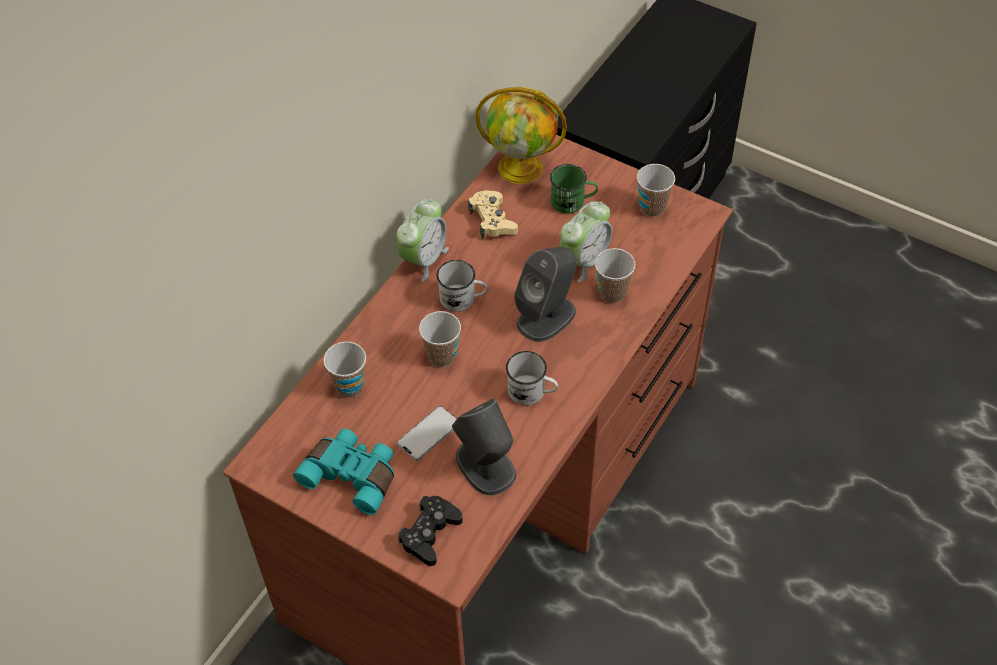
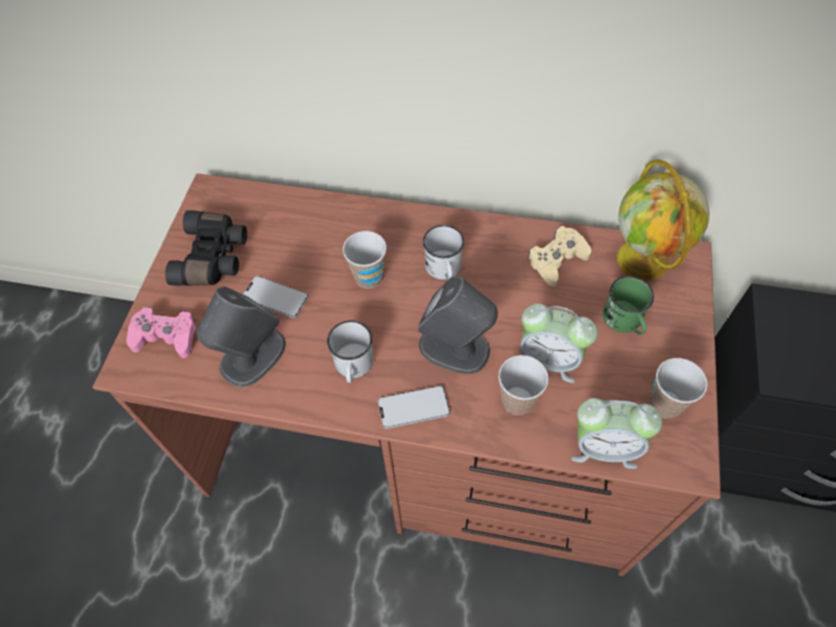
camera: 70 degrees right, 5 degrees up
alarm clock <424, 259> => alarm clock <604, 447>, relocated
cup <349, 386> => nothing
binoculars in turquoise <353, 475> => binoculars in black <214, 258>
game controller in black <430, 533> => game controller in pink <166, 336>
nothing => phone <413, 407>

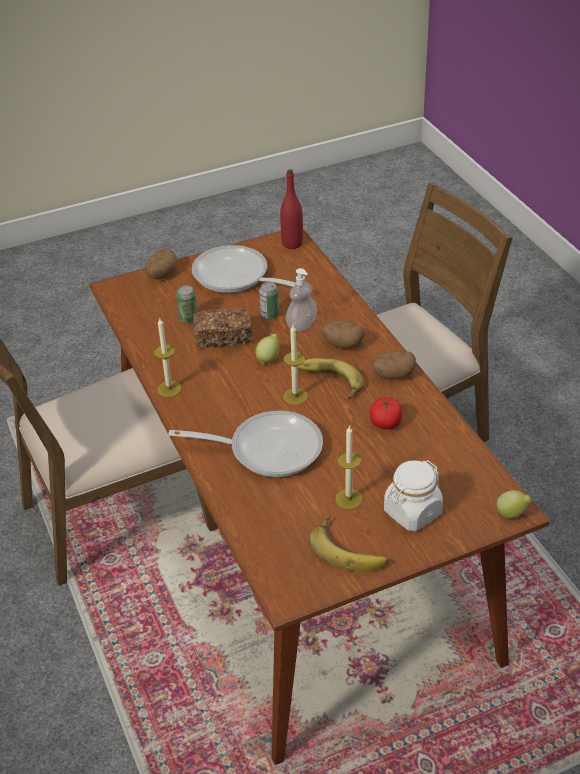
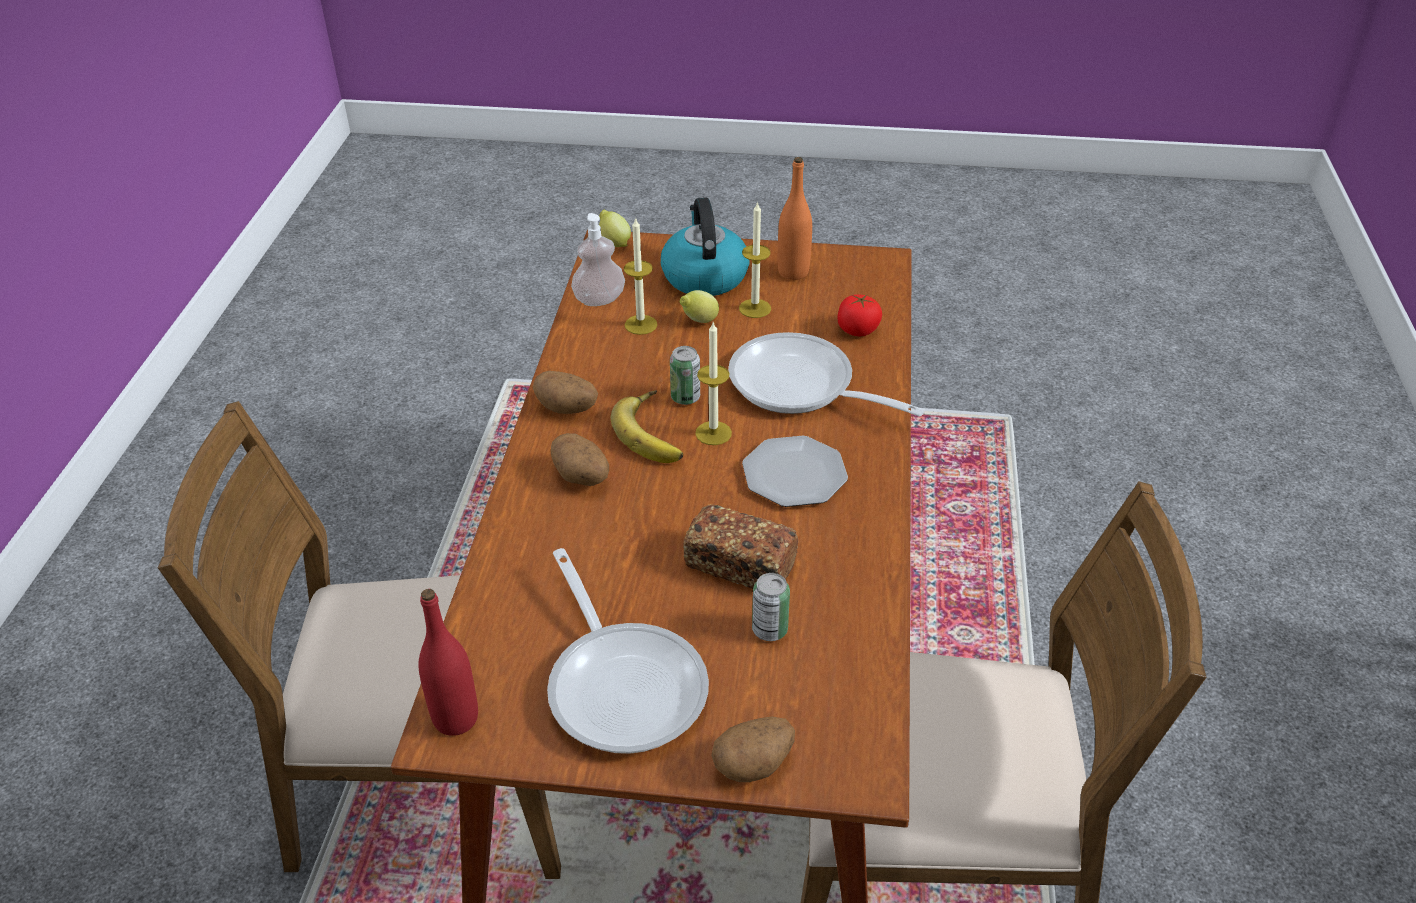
camera: 150 degrees left, 0 degrees up
soap dispenser <301, 325> => soap dispenser <599, 299>, relocated
can <270, 315> => can <685, 397>, relocated
candle <169, 389> => candle <641, 324>, relocated
lemon <269, 359> => lemon <699, 321>, relocated
tomato <385, 423> => tomato <857, 330>, relocated
jar in white <412, 512> => kettle <704, 276>
banana <349, 548> => bottle in orange <793, 272>
nothing => plate <793, 474>

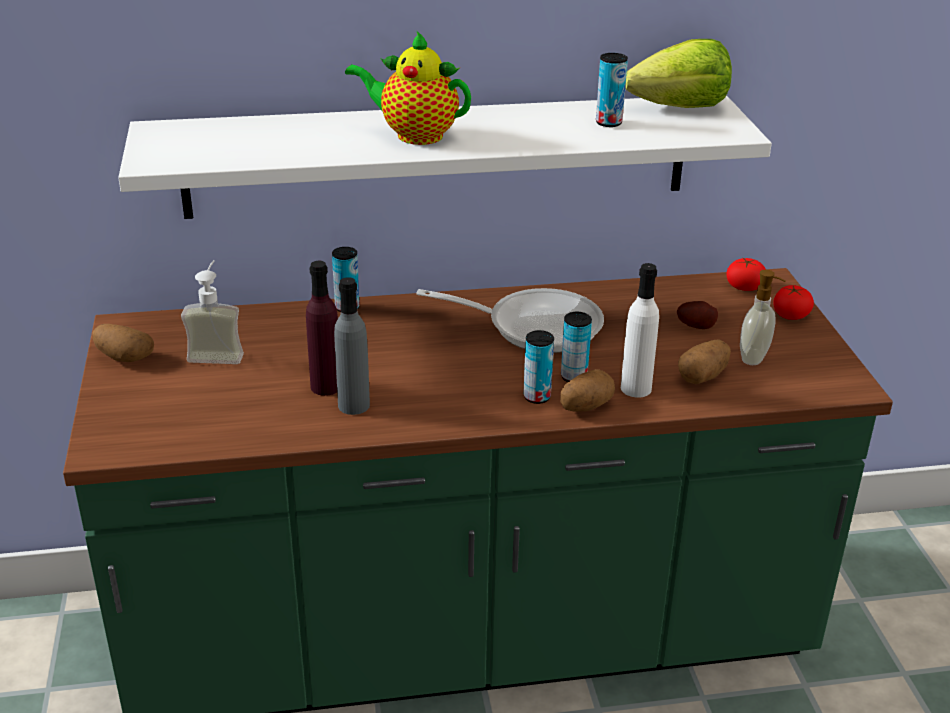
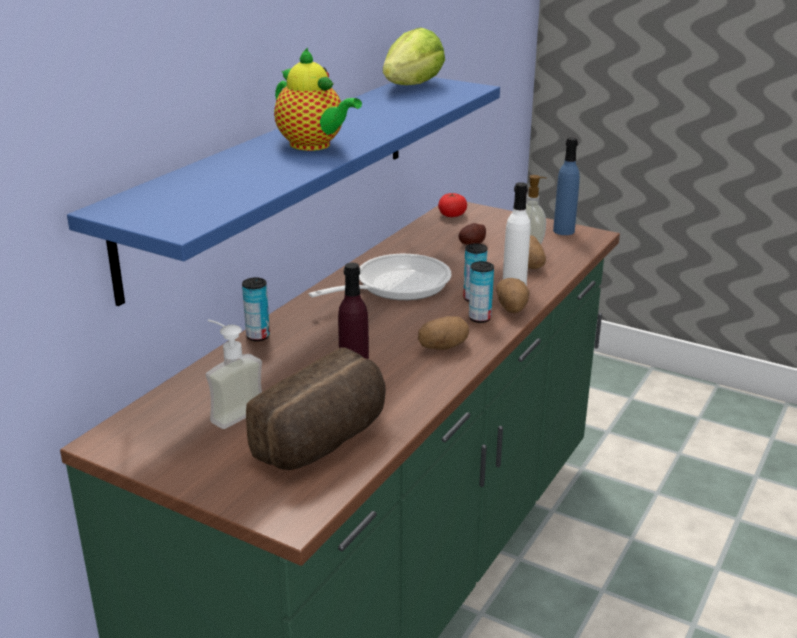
camera: 50 degrees left, 5 degrees down
teapot <414, 135> => teapot <313, 146>, 105 degrees counterclockwise
can <608, 123> => nothing
shelf in white <438, 156> => shelf in blue <278, 174>
bottle in grey <354, 405> => nothing
tomato <790, 315> => nothing
potato <123, 357> => potato <443, 347>, relocated
nothing => bottle in blue <563, 231>
nothing => bread <325, 441>

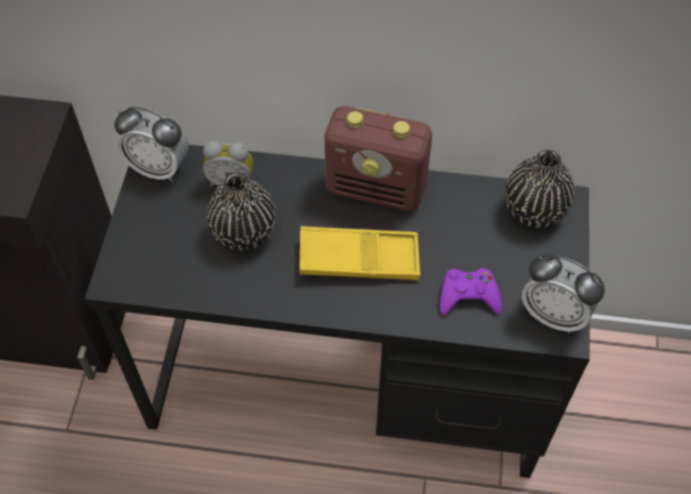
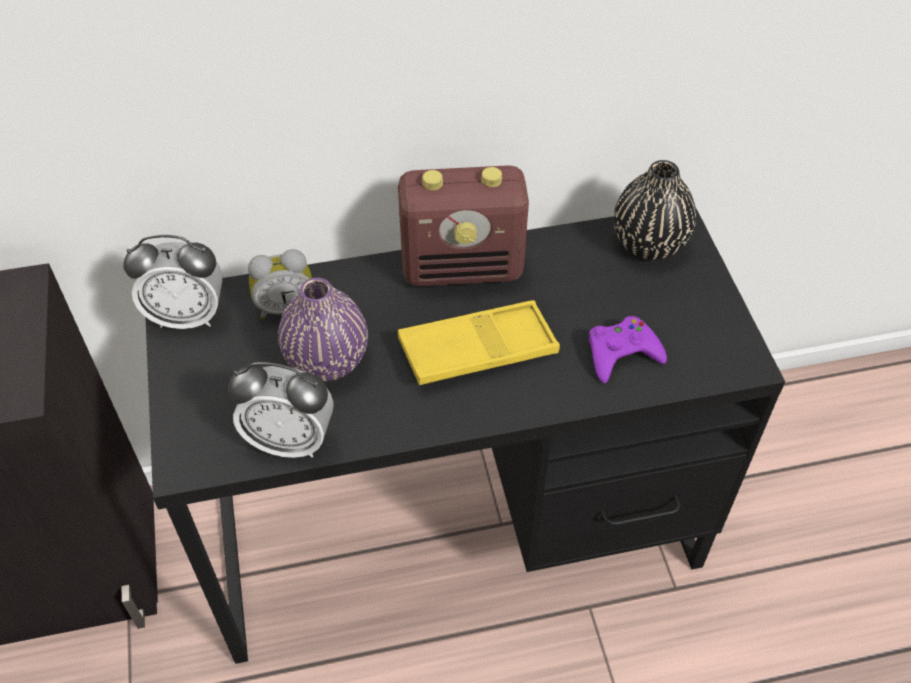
camera: 20 degrees left, 5 degrees down
vase in black <244, 233> => vase in purple <327, 360>
alarm clock <554, 314> => alarm clock <290, 440>, relocated

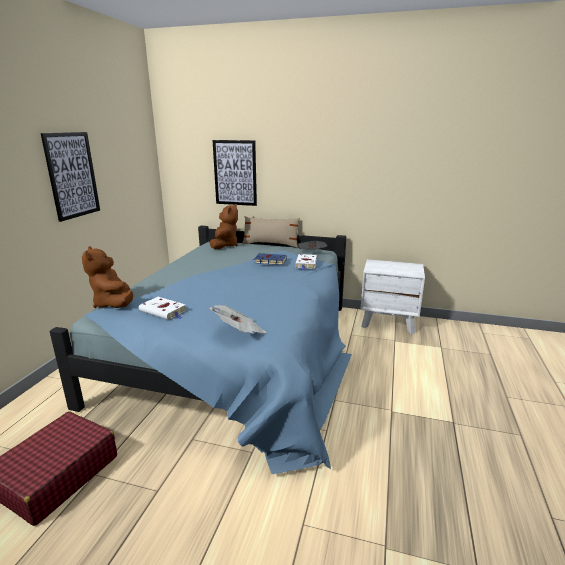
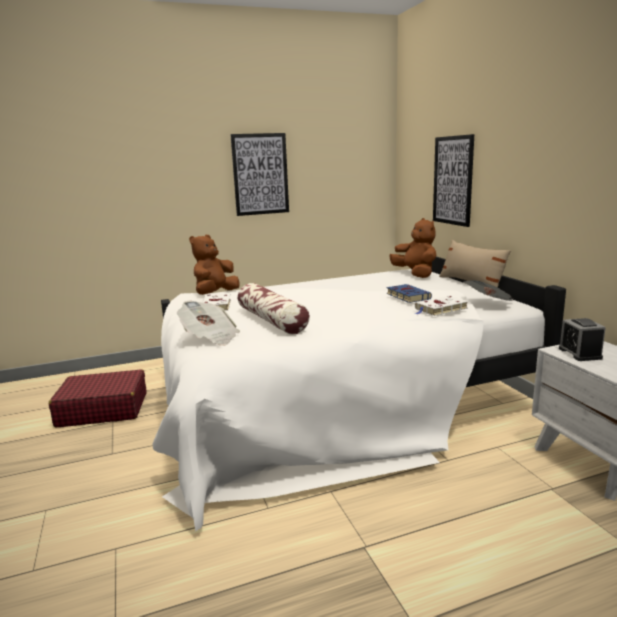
camera: 55 degrees right, 5 degrees down
plush toy in brown <225, 245> => plush toy in brown <415, 274>, 90 degrees counterclockwise
bed in blue <240, 353> => bed in white <337, 400>
nothing => pillow <272, 320>
nothing => alarm clock <579, 353>

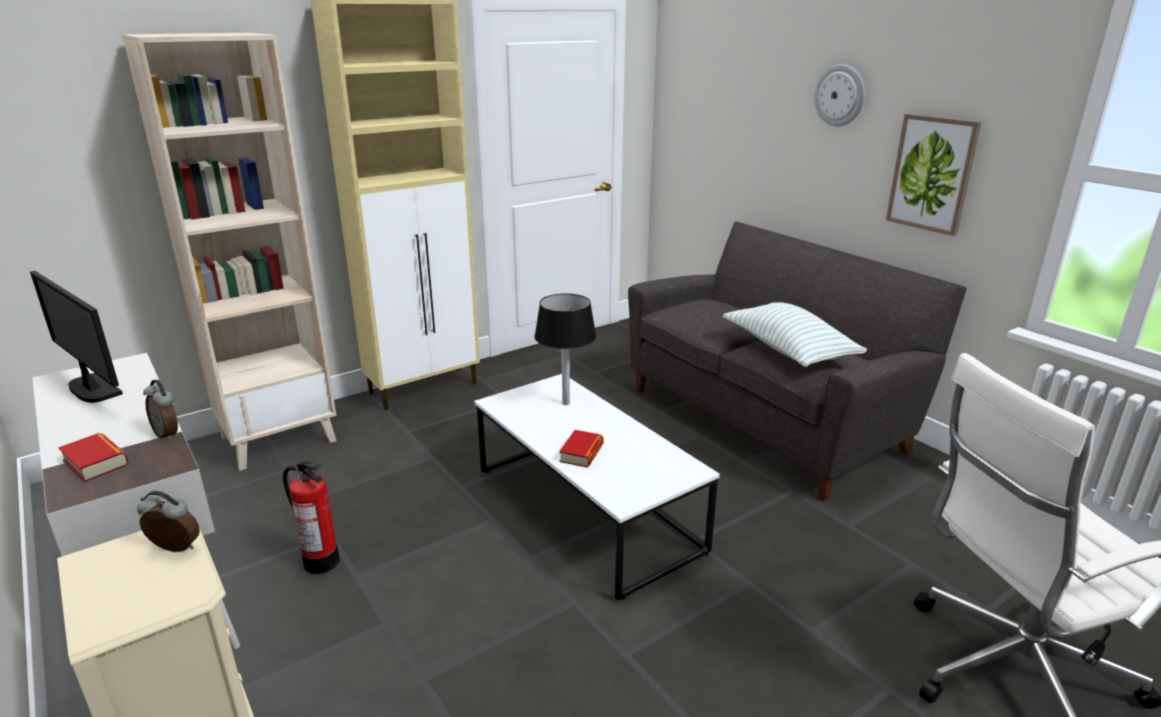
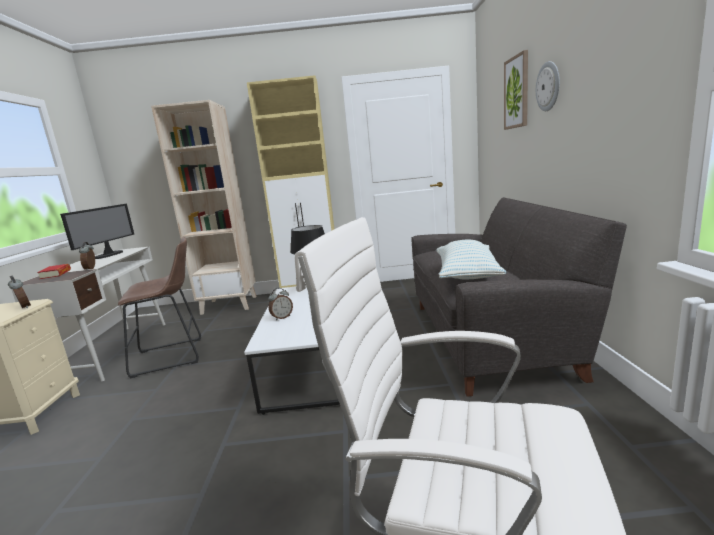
camera: 35 degrees right, 10 degrees down
picture <932, 173> => picture <517, 92>, relocated
monitor <92, 389> => monitor <109, 255>, 150 degrees counterclockwise
book <581, 453> => alarm clock <282, 317>
fire extinguisher <321, 562> => stool in brown <173, 356>

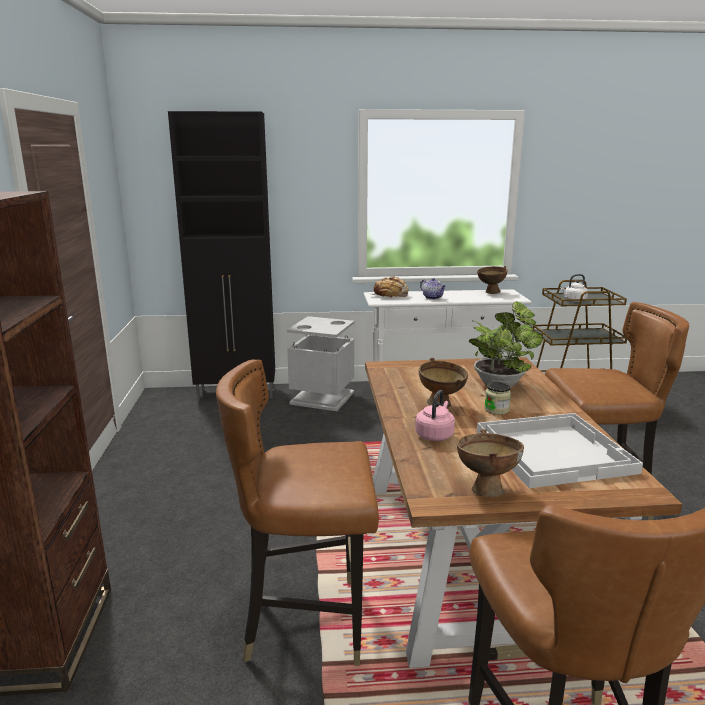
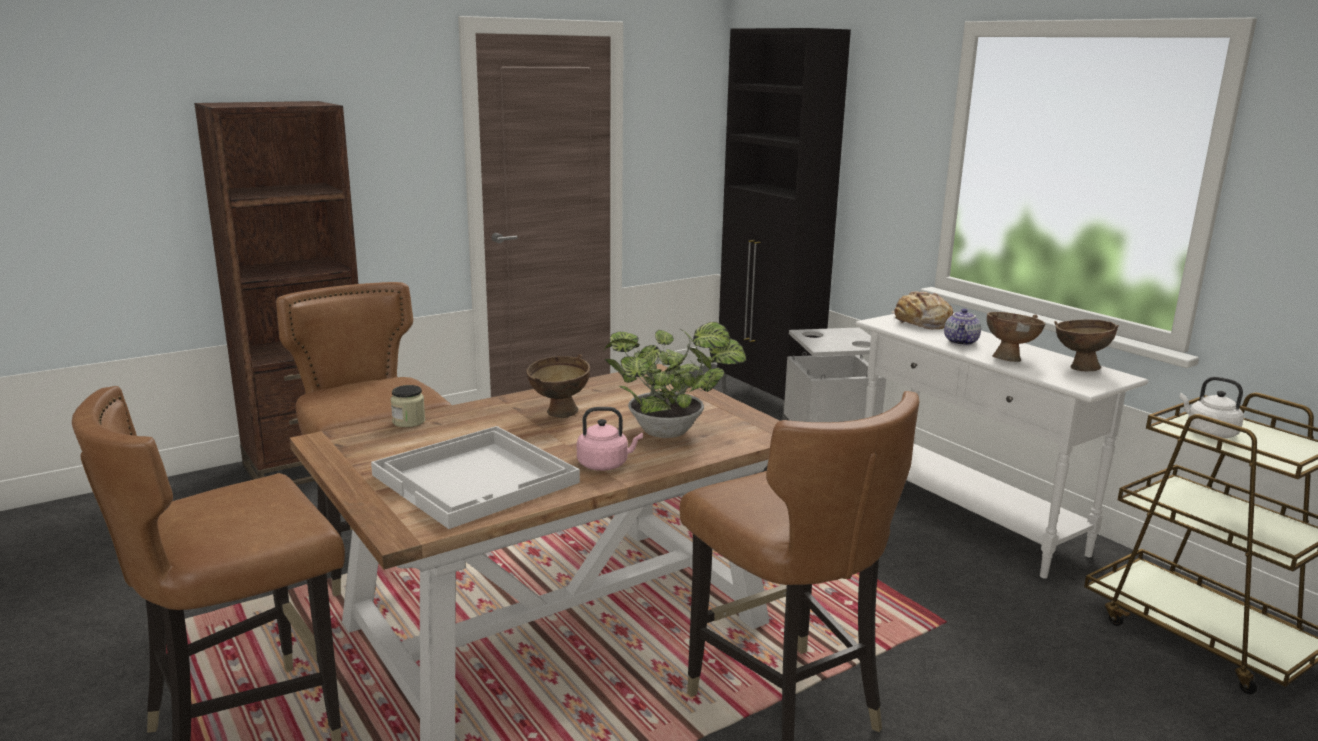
camera: 60 degrees right, 0 degrees up
jar <496, 410> => jar <409, 421>, relocated
kettle in pink <435, 435> => kettle in pink <605, 465>, relocated
bowl in brown <486, 487> => bowl in brown <1010, 358>, relocated

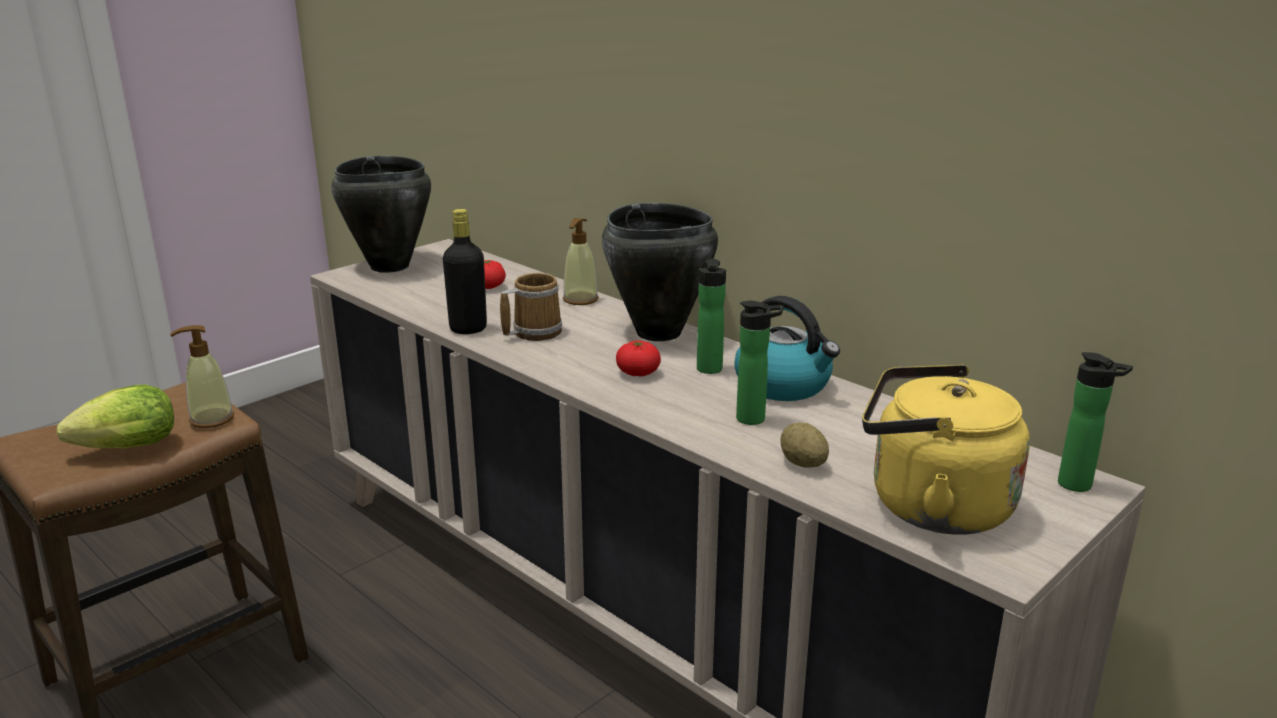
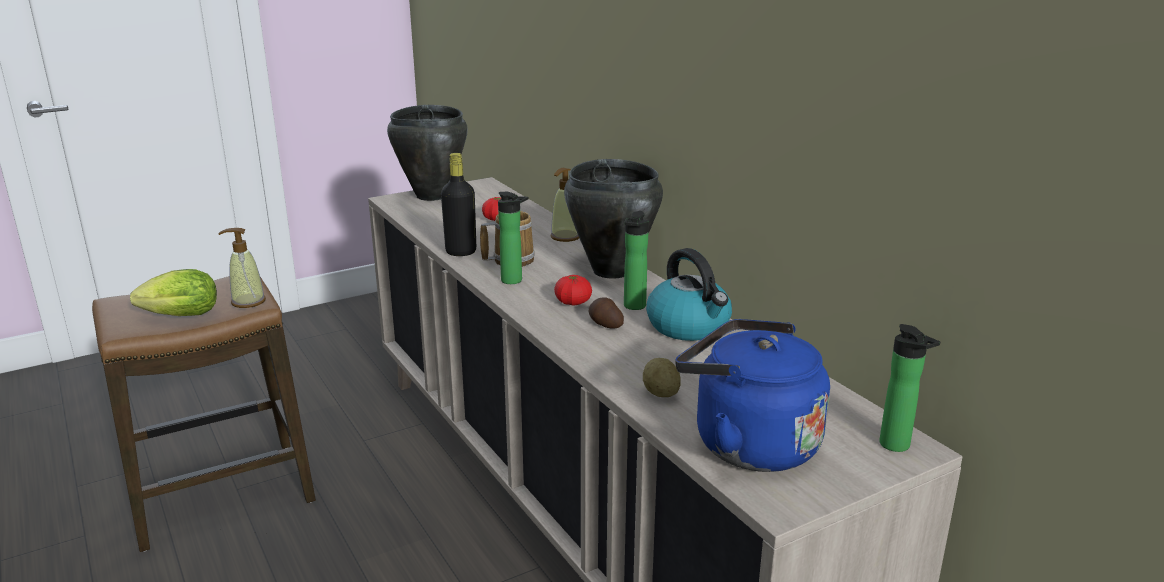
camera: 15 degrees right, 0 degrees up
bottle <755, 419> => bottle <514, 281>, relocated
kettle in yellow <930, 506> => kettle in blue <748, 443>
nothing => potato <605, 324>

